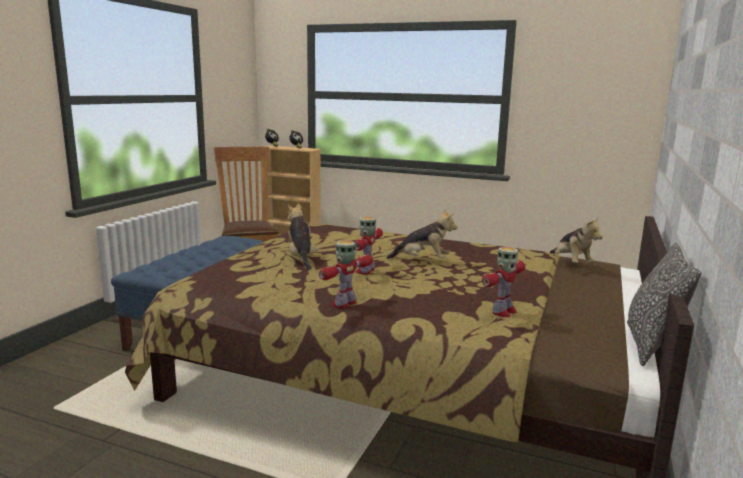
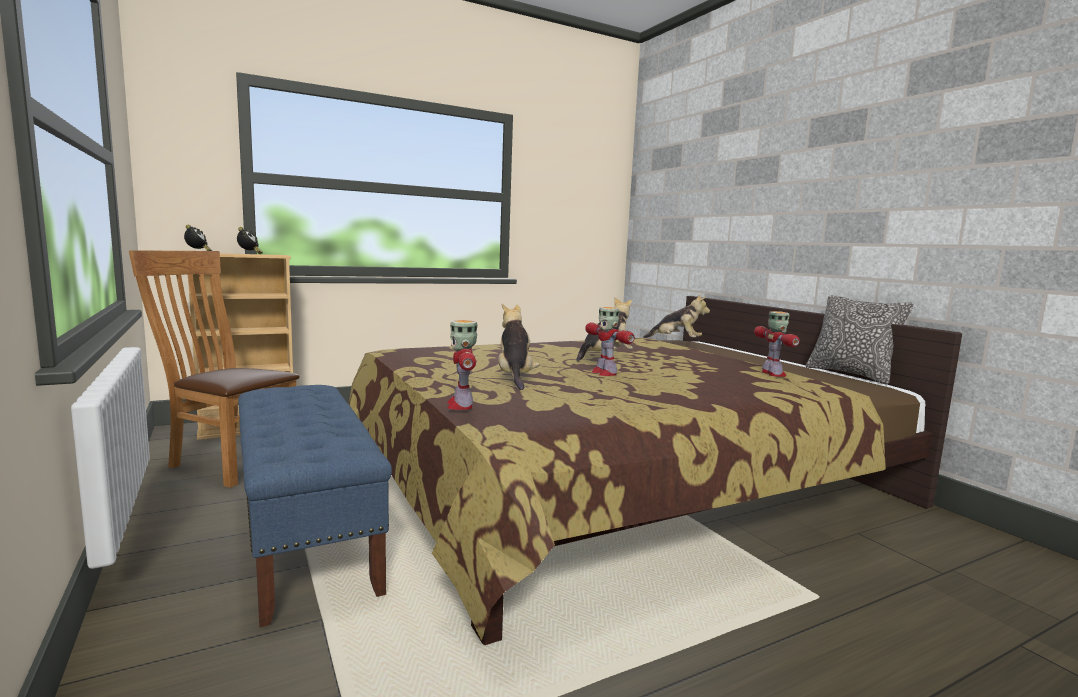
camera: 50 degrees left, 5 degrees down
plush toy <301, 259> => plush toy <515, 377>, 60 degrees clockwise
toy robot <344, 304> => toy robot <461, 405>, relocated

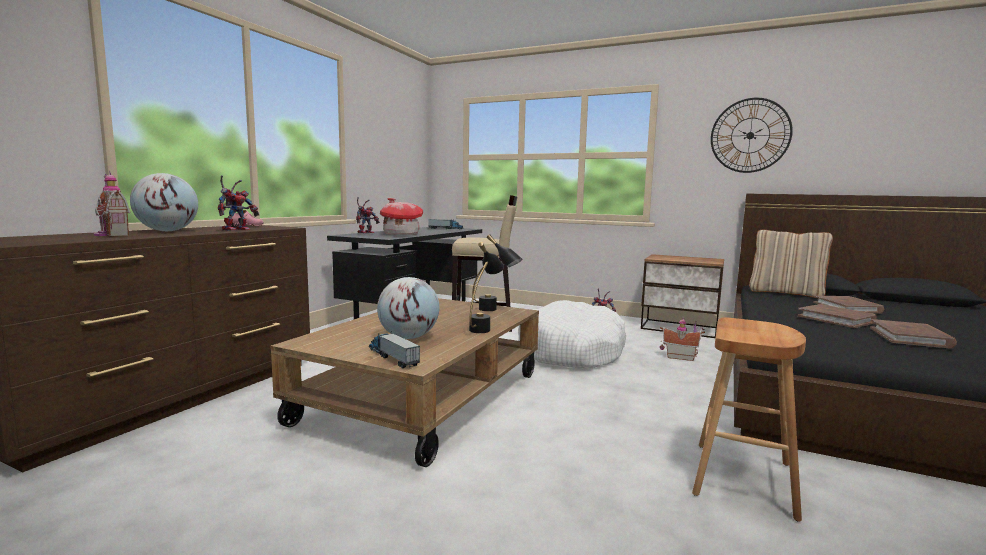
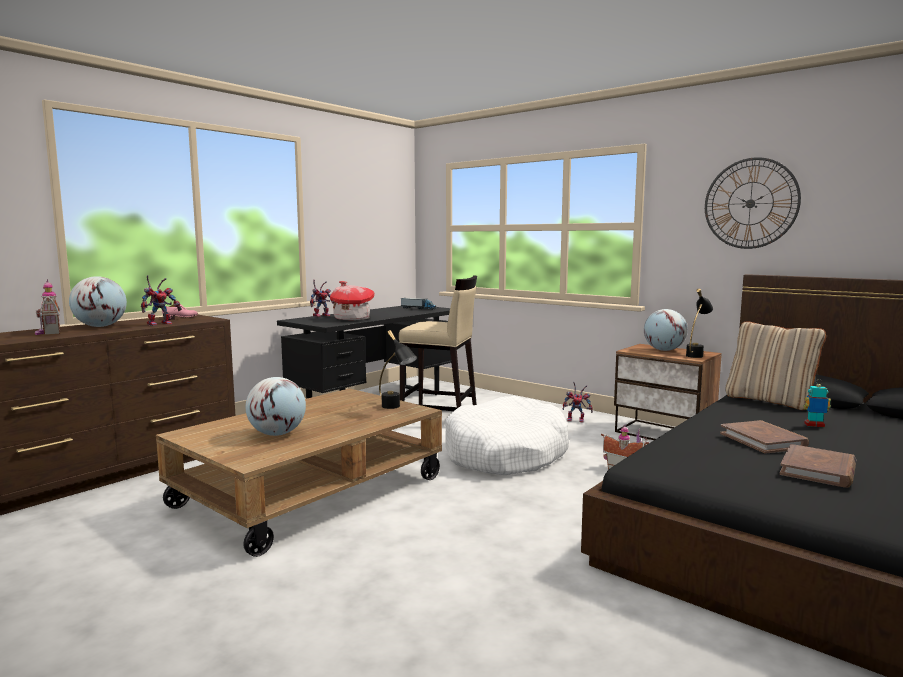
camera: 15 degrees right, 0 degrees up
table lamp in black <483, 328> => table lamp in black <696, 355>, relocated
book in brown <847, 307> => toy robot <814, 425>
stool in brown <743, 478> => nothing
toy truck <392, 357> => nothing
nothing => globe <664, 350>

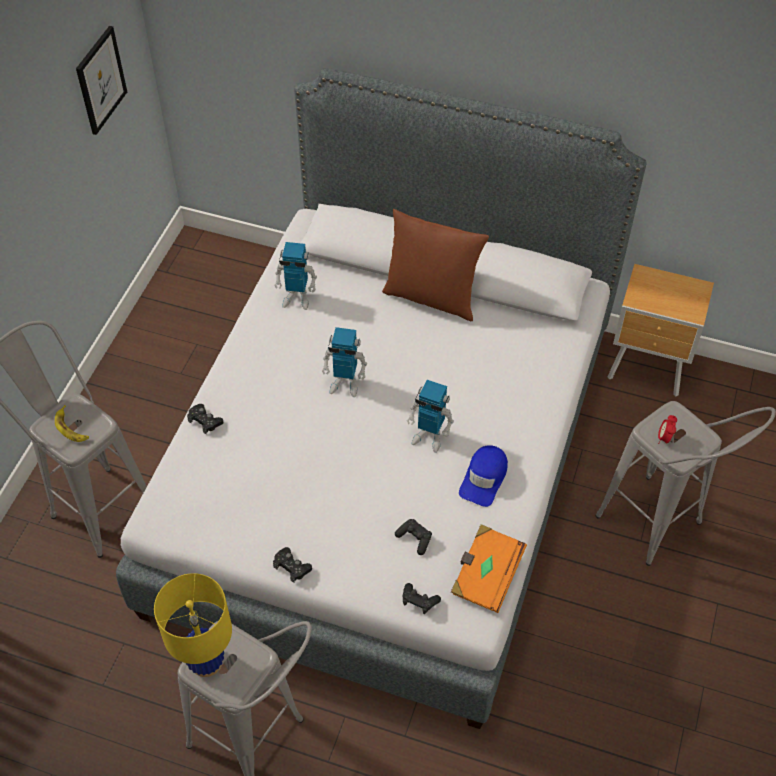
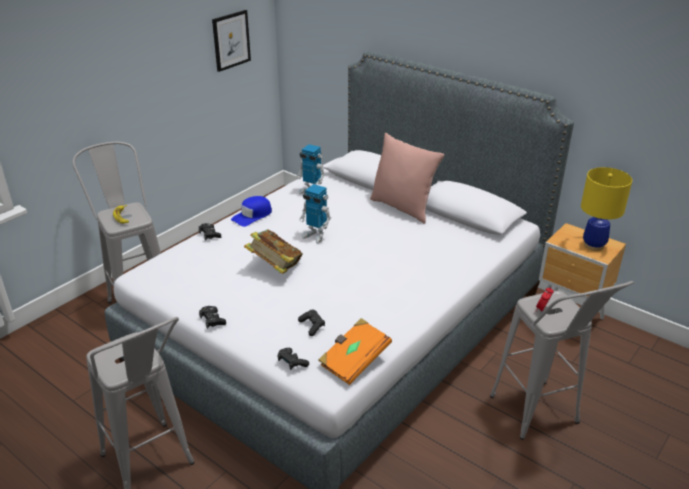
camera: 20 degrees right, 20 degrees down
pillow in brown <432, 297> => pillow in pink <403, 207>
toy robot <429, 437> => nothing
cap in blue <484, 478> => cap in blue <252, 216>, relocated
table lamp in yellow <206, 662> => table lamp in yellow <593, 245>, relocated
nothing => book <275, 267>

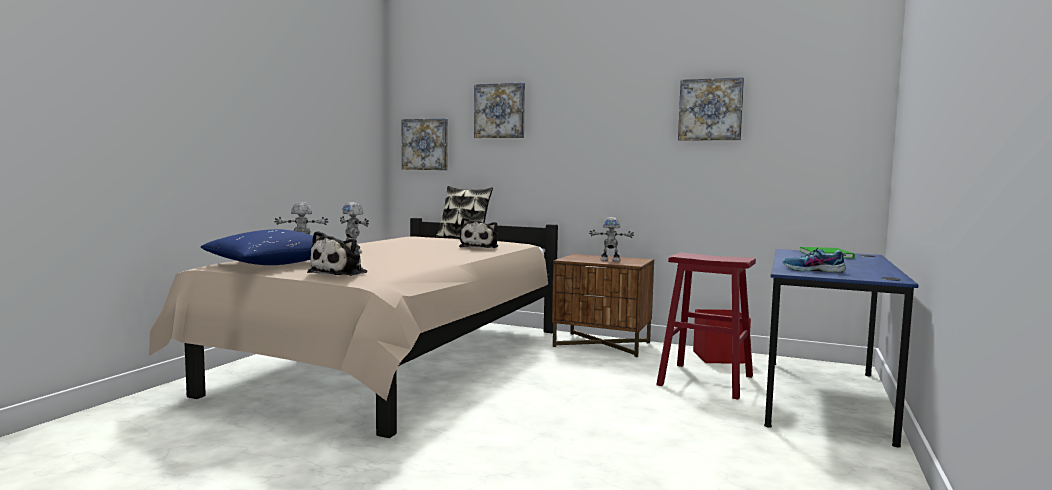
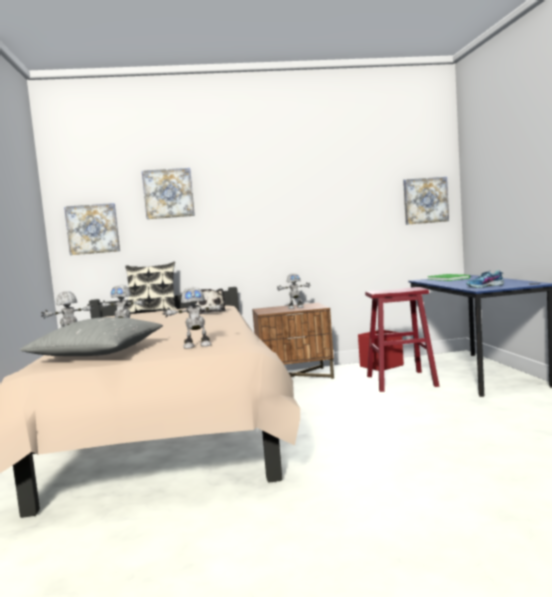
camera: 30 degrees left, 0 degrees up
picture <710, 109> => picture <425, 200>, relocated
pillow in blue <271, 264> => pillow in grey <97, 354>
plush toy <341, 273> => toy robot <197, 346>

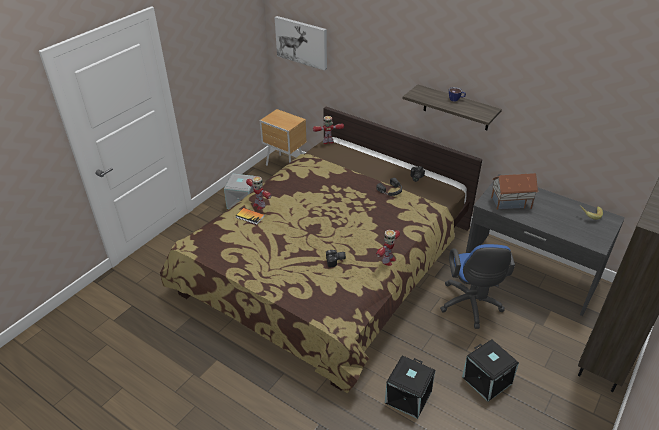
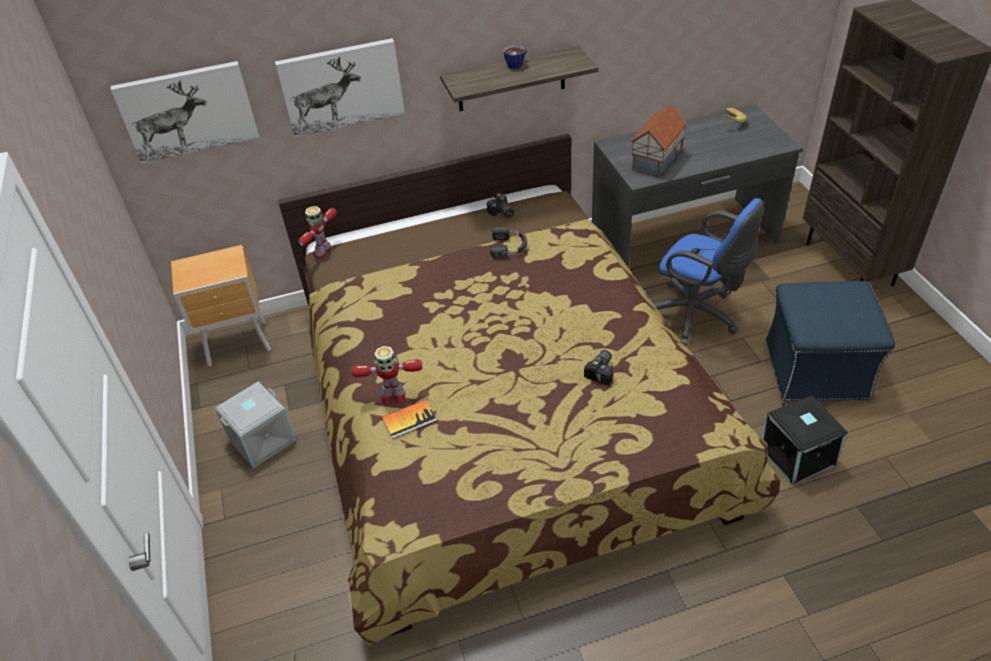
camera: 50 degrees left, 5 degrees up
toy robot <388, 260> => nothing
storage box in black <487, 380> => ottoman in blue <817, 369>
nothing => picture <341, 86>

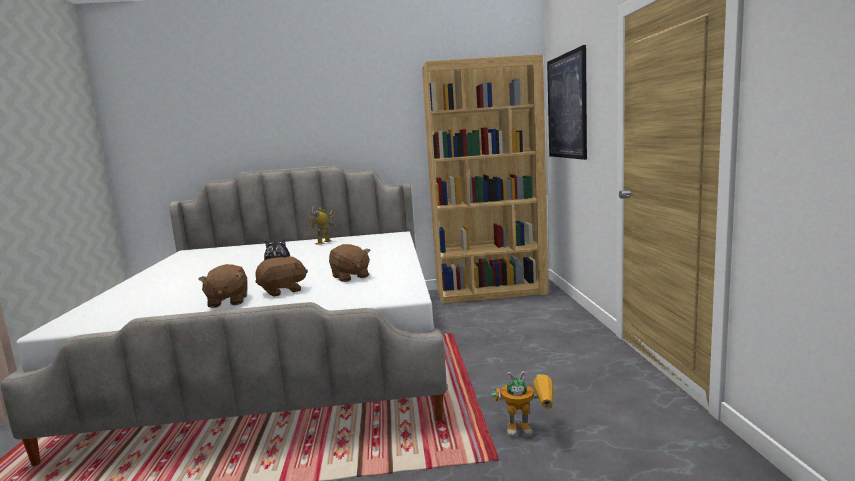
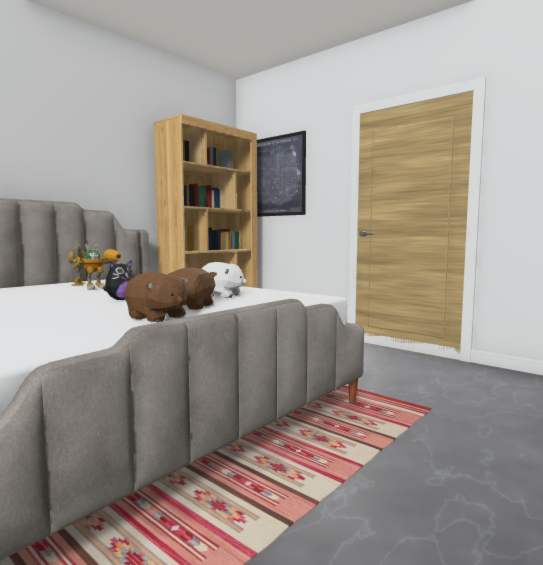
camera: 45 degrees left, 5 degrees down
plush toy in brown <350, 277> => plush toy in white <221, 295>
toy robot <529, 429> => toy robot <102, 288>, relocated

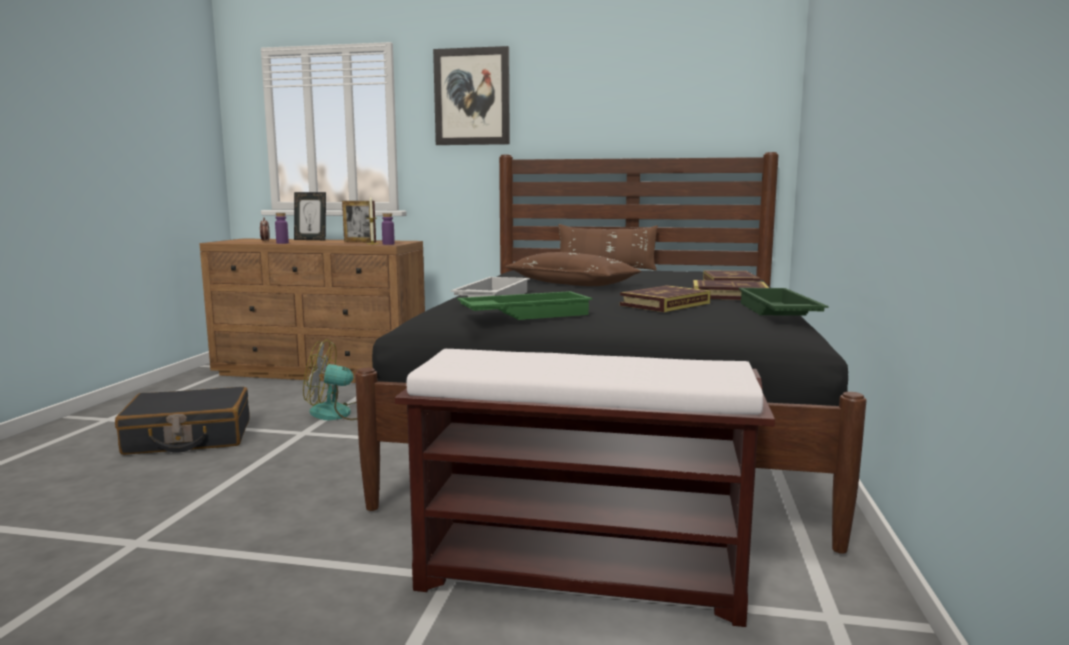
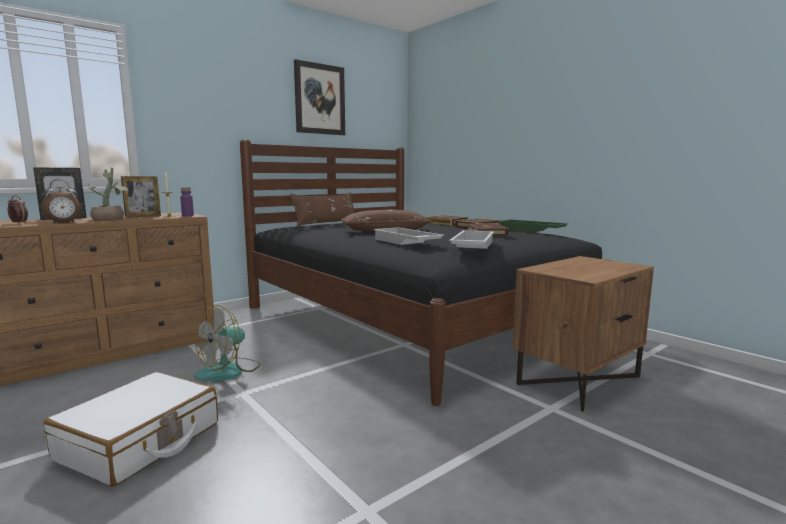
camera: 50 degrees left, 0 degrees up
picture <472, 97> => picture <320, 99>, relocated
bottle in purple <282, 243> => alarm clock <64, 222>
tray in green <525, 314> => tray in white <471, 246>
bench in brown <583, 574> => nightstand in brown <578, 379>
suitcase in black <189, 437> => suitcase in white <140, 442>
nothing => potted plant <110, 219>

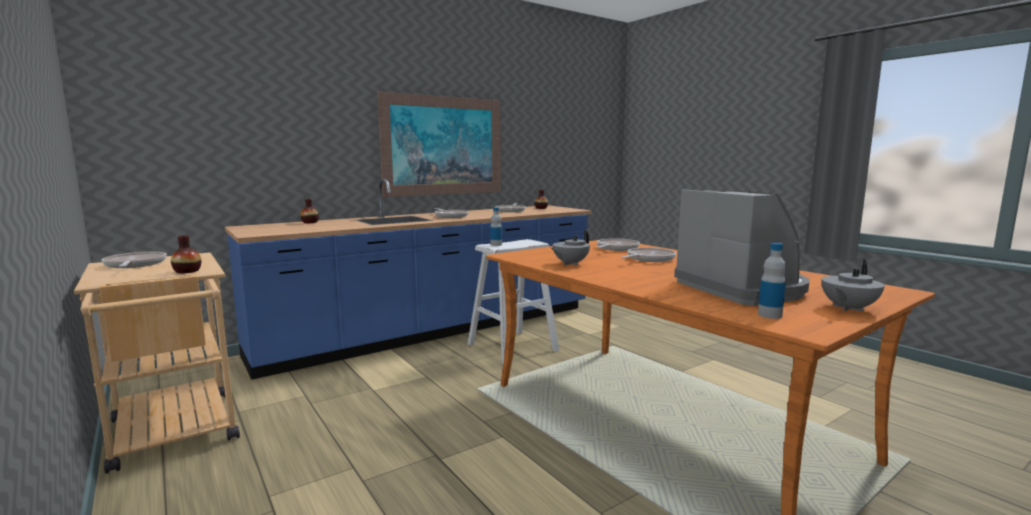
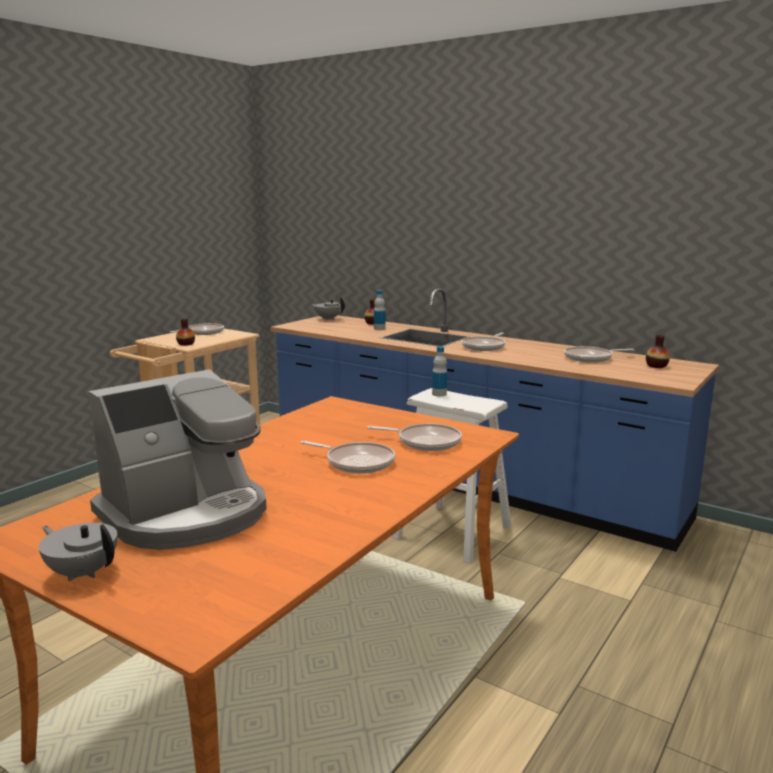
camera: 70 degrees right, 5 degrees up
picture <443, 146> => nothing
teapot in grey <570, 263> => teapot in grey <328, 319>, relocated
bottle <770, 315> => bottle <379, 329>, relocated

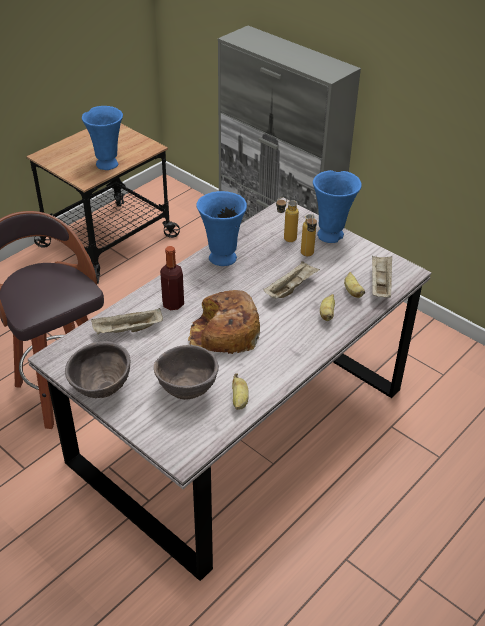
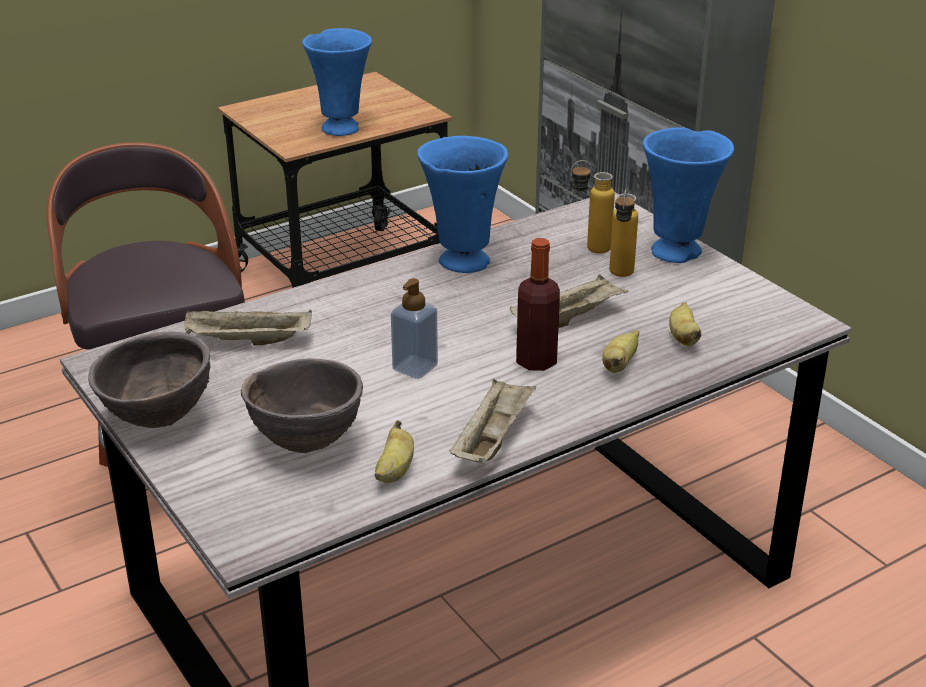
camera: 15 degrees right, 10 degrees down
bottle <173, 304> => bottle <536, 361>, relocated
tray in beige <380, 284> => tray in beige <492, 439>, relocated
bread <224, 333> => soap dispenser <415, 368>

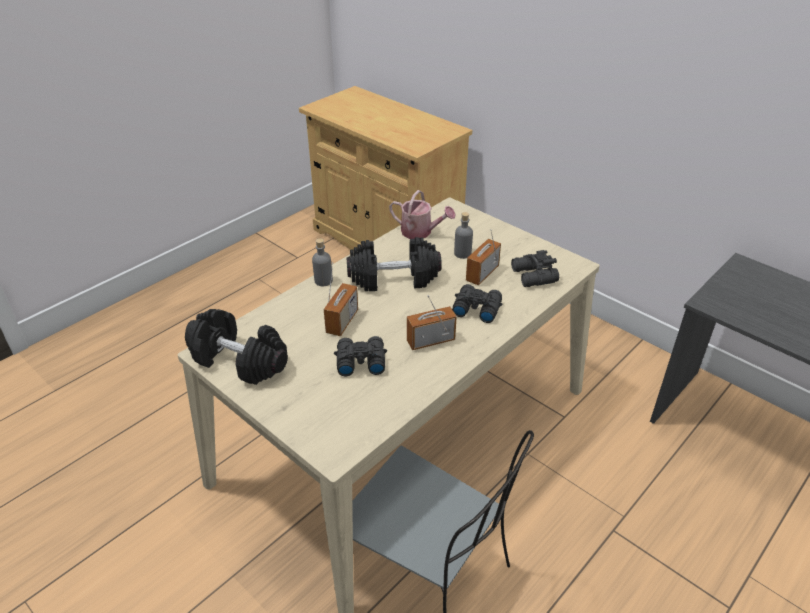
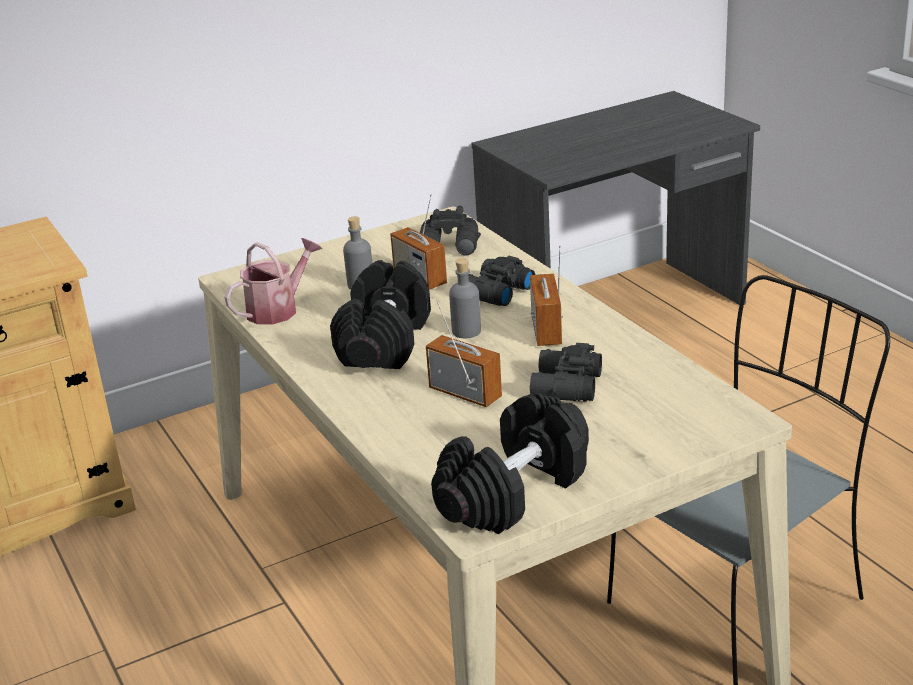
camera: 70 degrees left, 10 degrees down
bottle in grey <323, 281> => bottle in grey <466, 331>, relocated

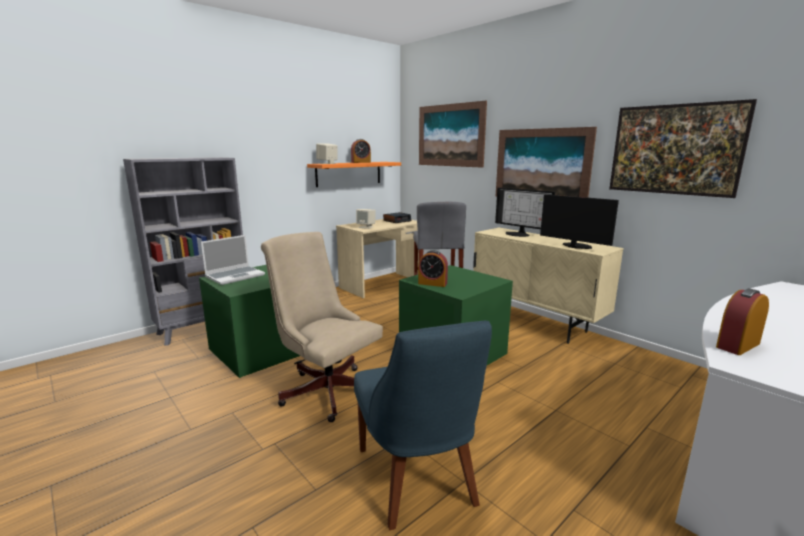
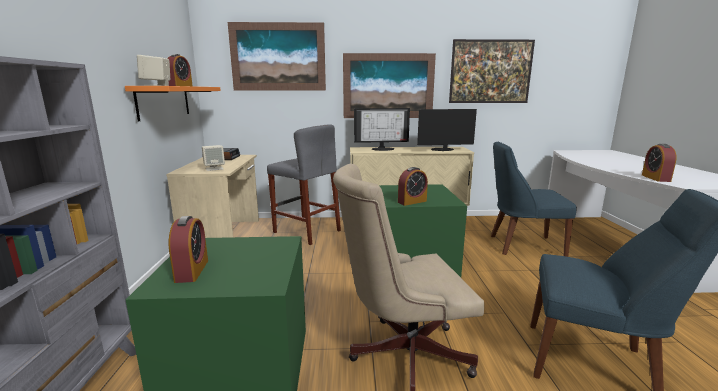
camera: 50 degrees left, 0 degrees up
laptop <235, 276> => alarm clock <192, 271>
nothing => chair in blue <522, 245>

